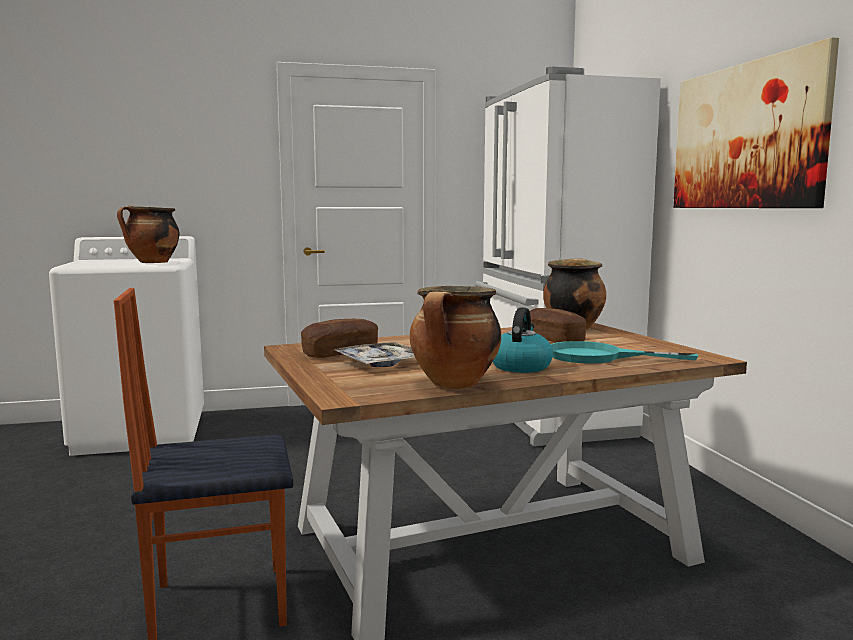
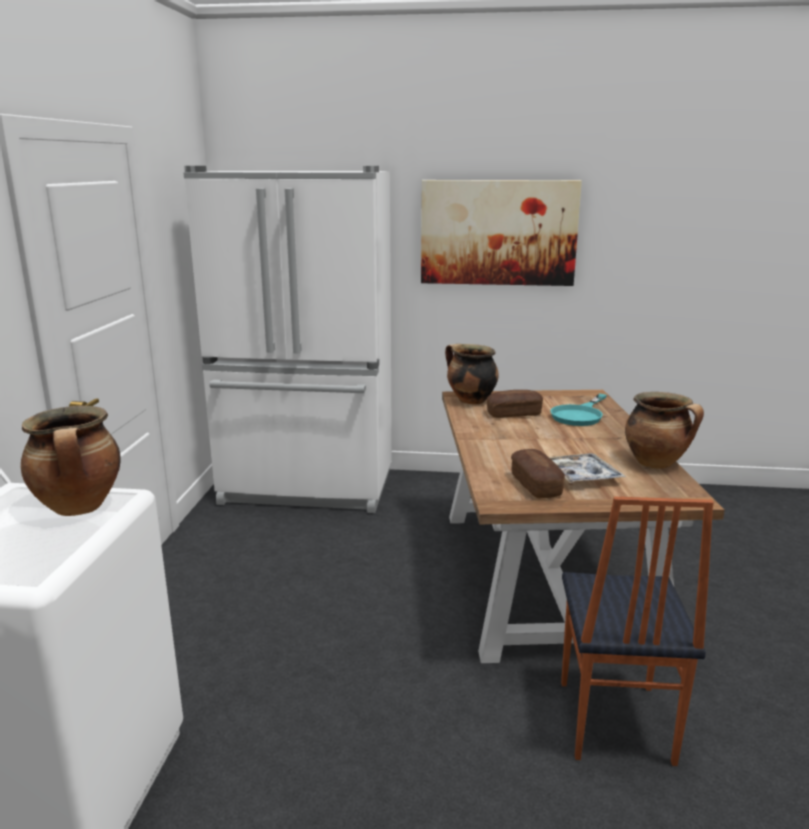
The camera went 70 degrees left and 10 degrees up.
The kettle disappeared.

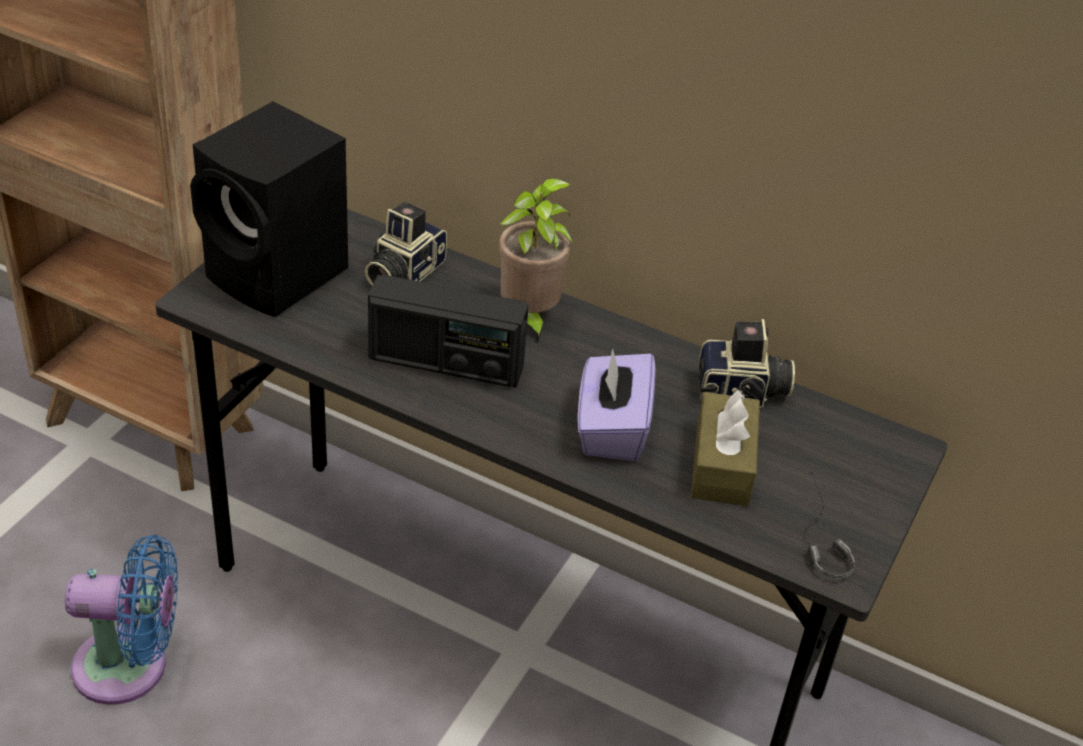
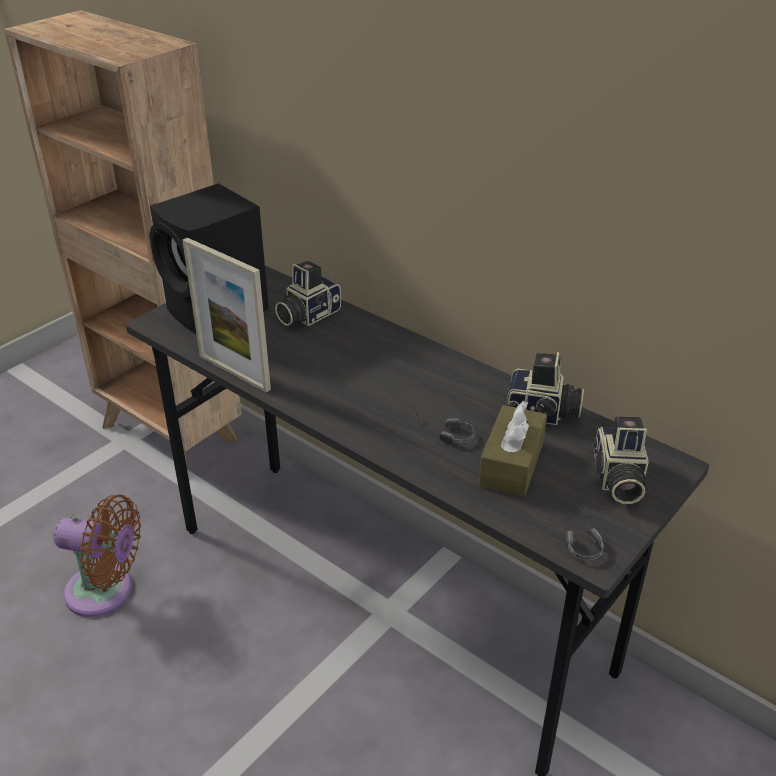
The camera went 15 degrees right and 5 degrees down.
The radio disappeared.
The potted_plant disappeared.
The picture_frame appeared.
The photo_camera (no. 3 from left) appeared.
The purple_tissue_box was replaced by the headphones (no. 1 from left).
The blue_fan became the brown_fan.

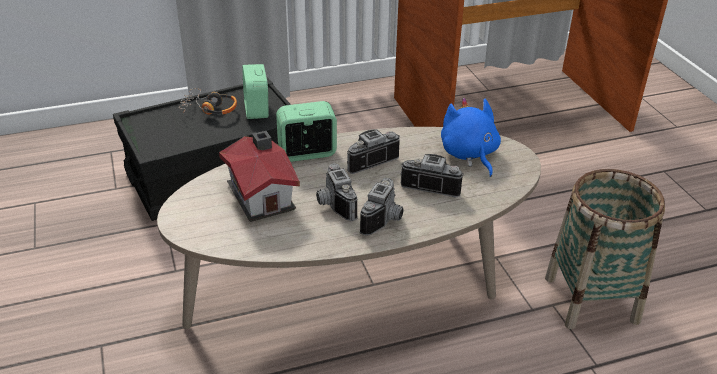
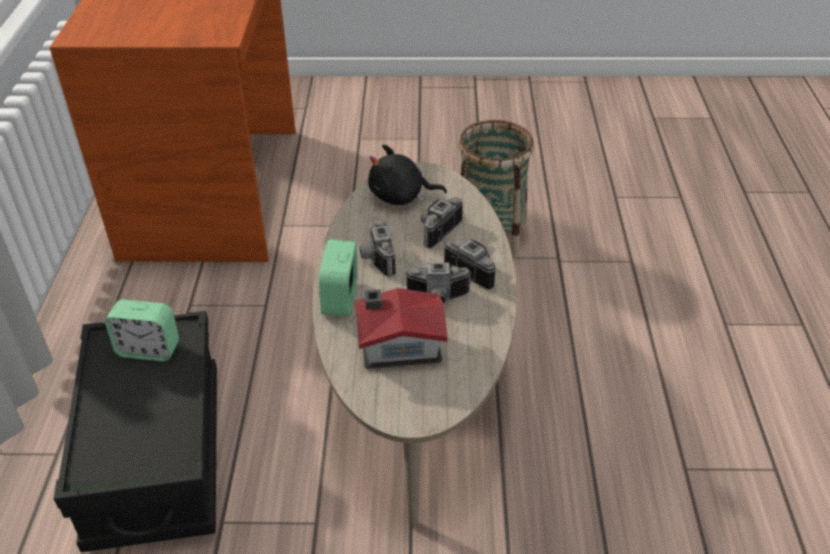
The camera went 70 degrees left and 5 degrees up.
The headphones disappeared.
The blue_plush_toy became the black_plush_toy.

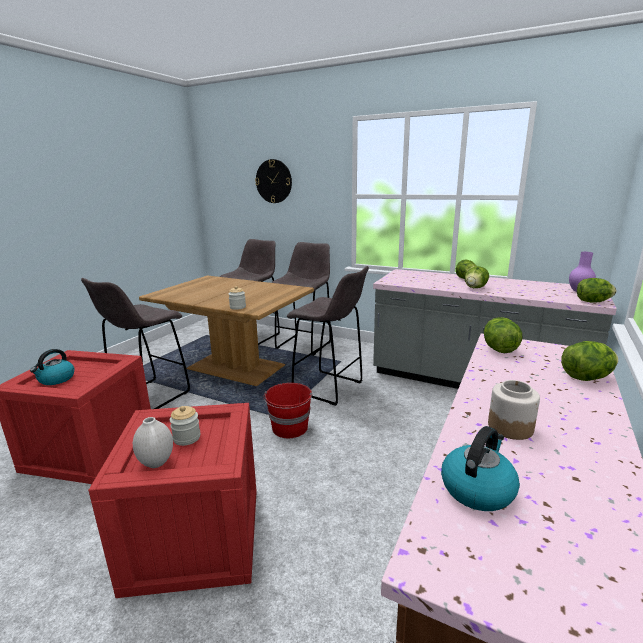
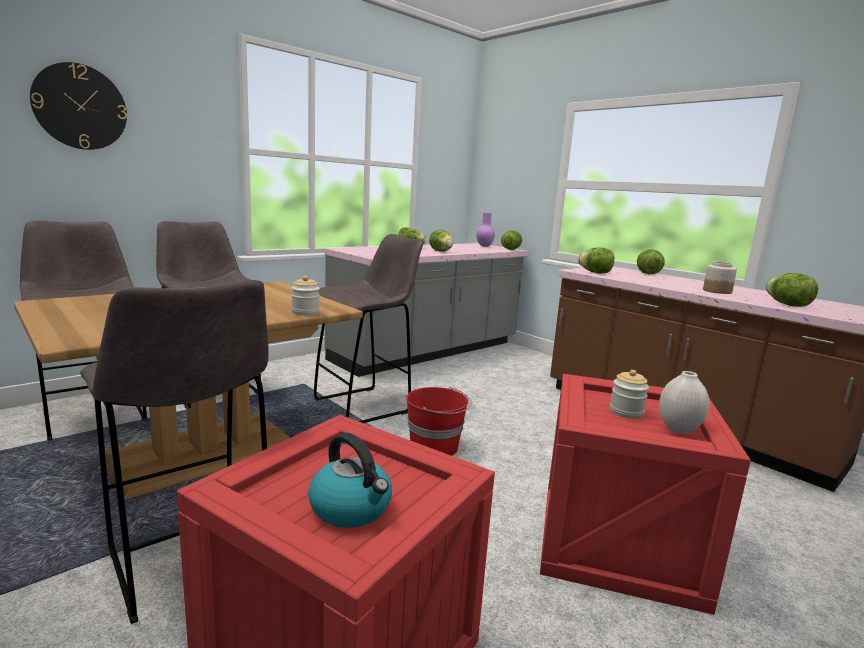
The camera went 70 degrees left and 5 degrees down.
The kettle (no. 2 from left) was replaced by the lettuce (no. 6 from left).

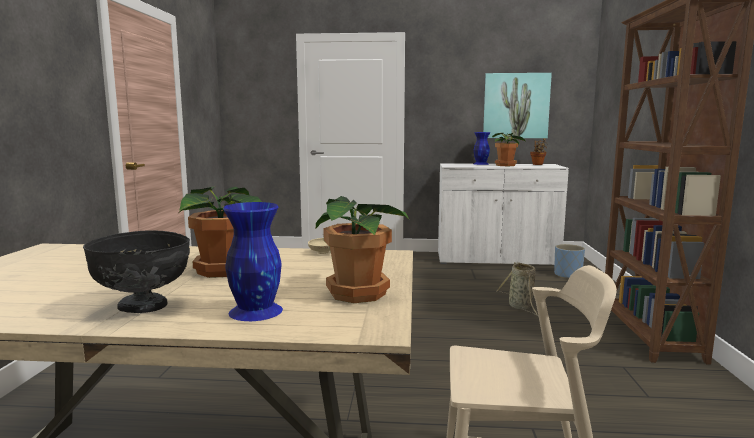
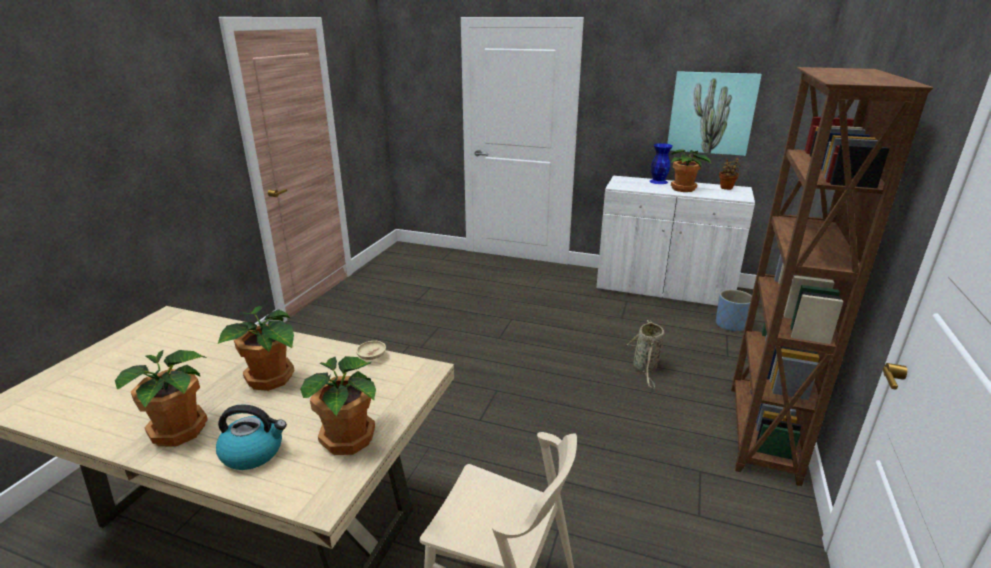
The camera went 15 degrees right and 15 degrees up.
The black_bowl was replaced by the potted_plant (no. 1 from left).
The blue_vase (no. 1 from left) was replaced by the kettle.

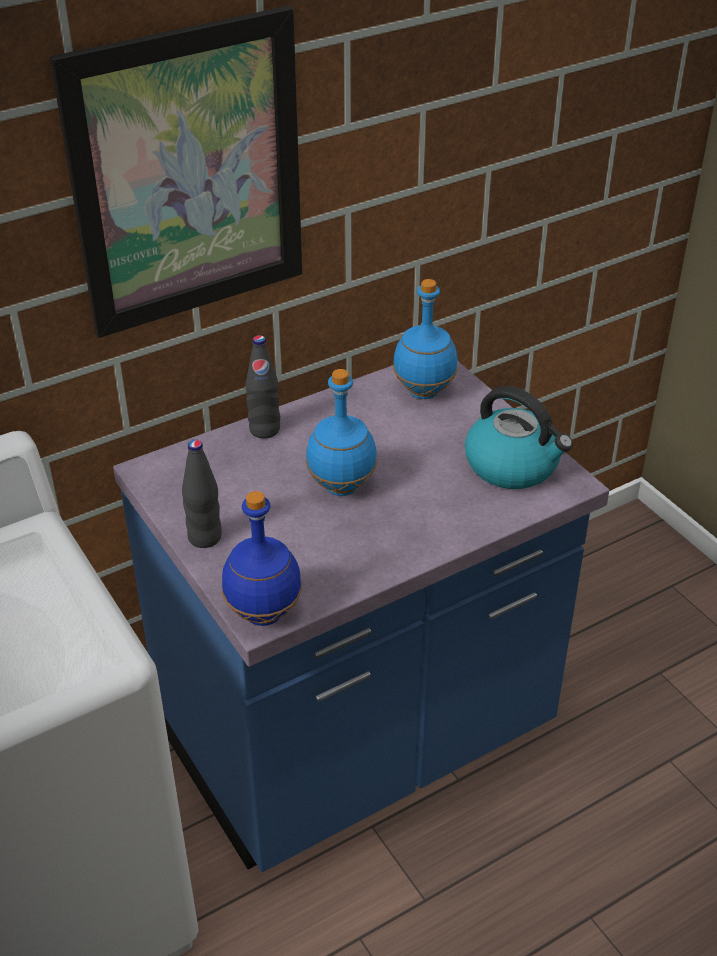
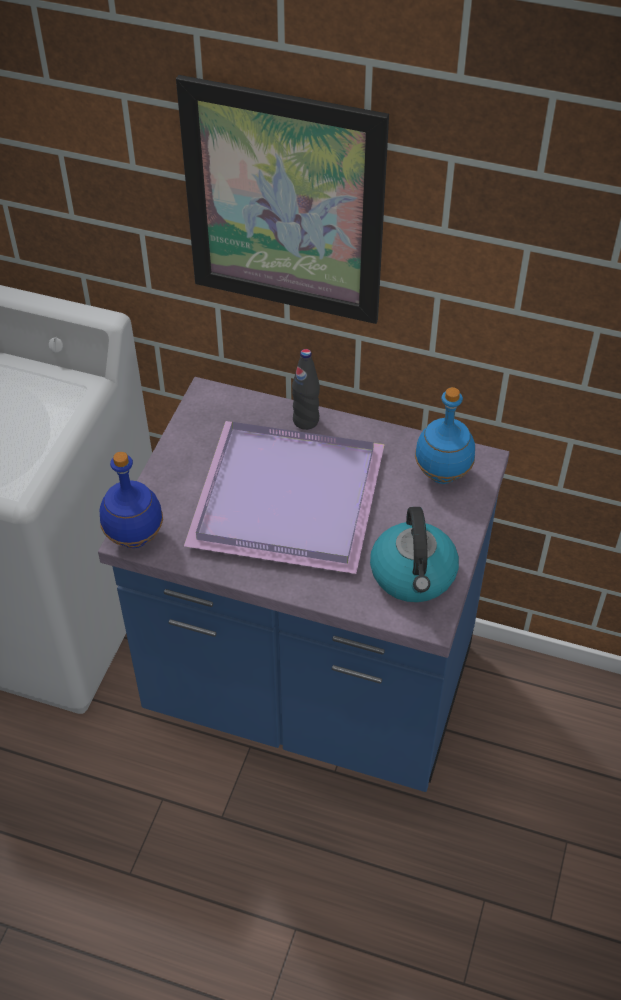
The camera went 50 degrees right and 10 degrees up.
The black_bottle (no. 1 from left) disappeared.
The blue_bottle (no. 2 from left) was replaced by the purple_tray.

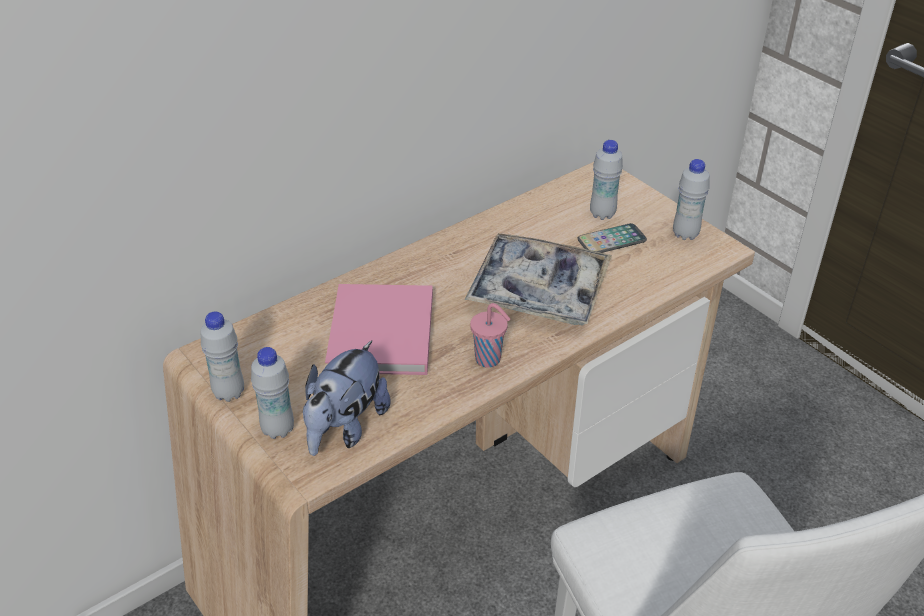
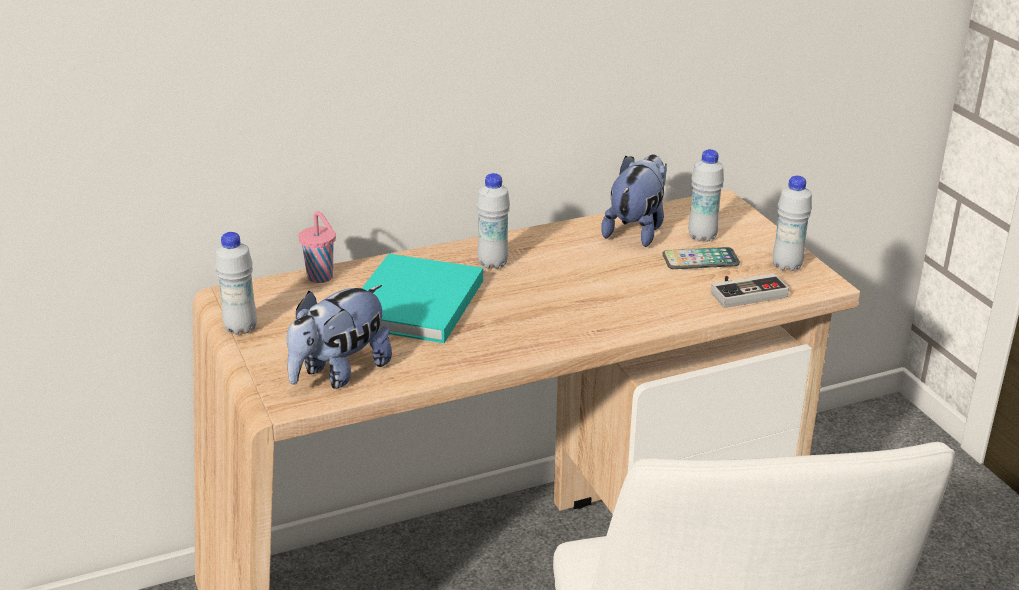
The camera went 15 degrees right and 10 degrees down.
The tray disappeared.
The plush_toy (no. 2 from left) appeared.
The game_controller appeared.
The white_bottle (no. 2 from left) moved.
The pink_cup moved.
The pink_book became the turquoise_book.

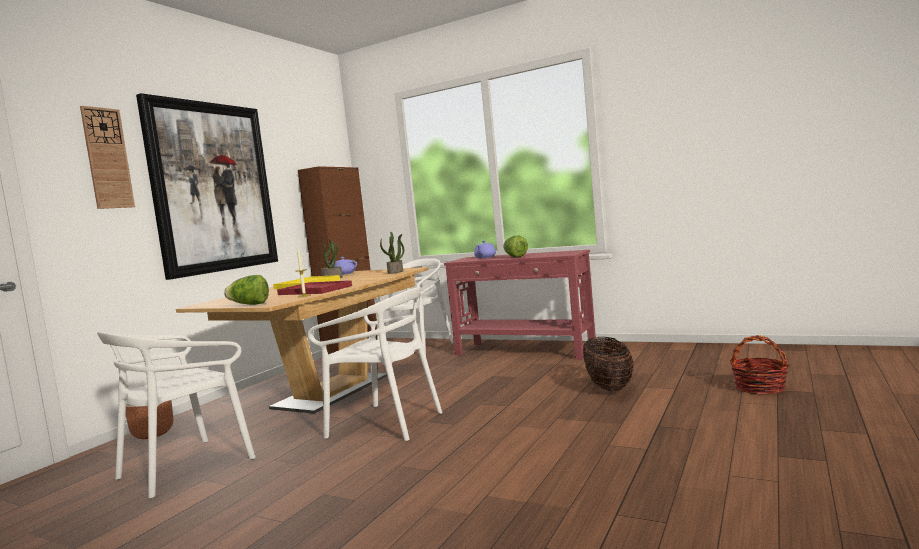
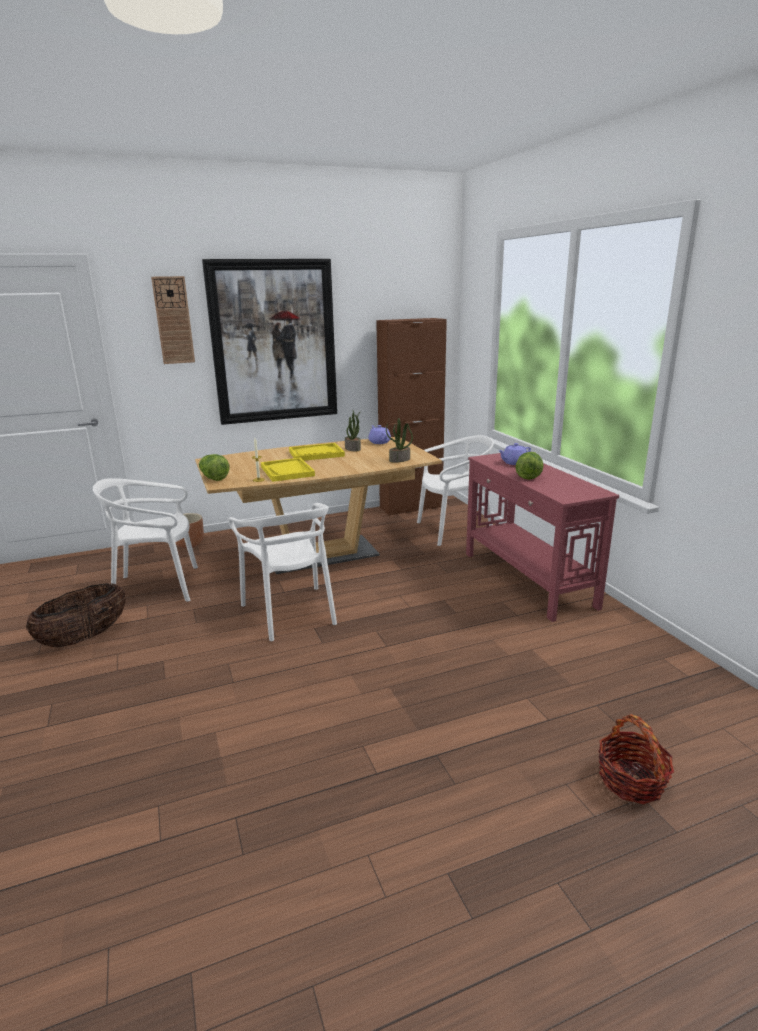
The camera went 40 degrees right and 15 degrees up.
The basket (no. 1 from left) moved.
The red_tray became the yellow_tray (no. 1 from left).

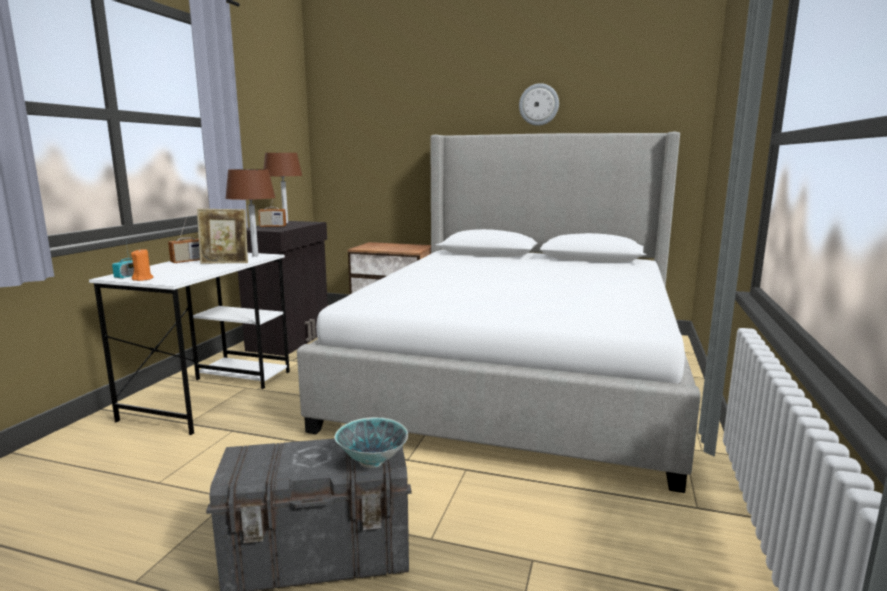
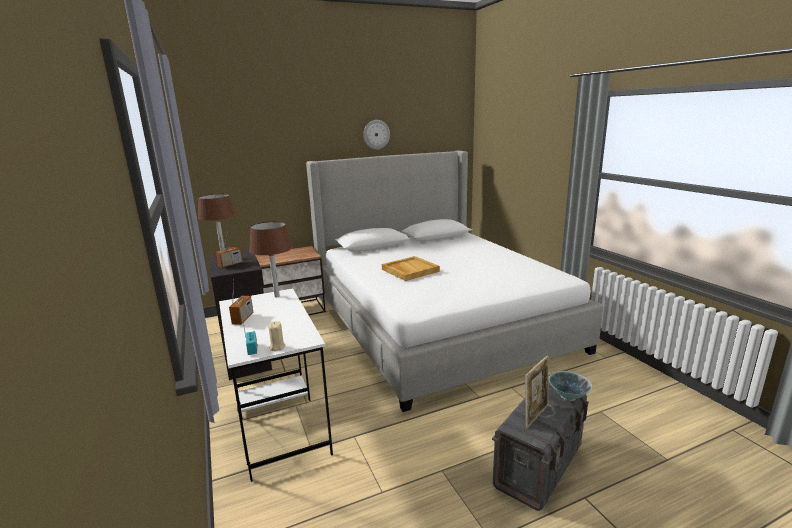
The camera went 40 degrees left and 5 degrees up.
The beige_tray appeared.
The picture_frame moved.
The orange_candle became the beige_candle.

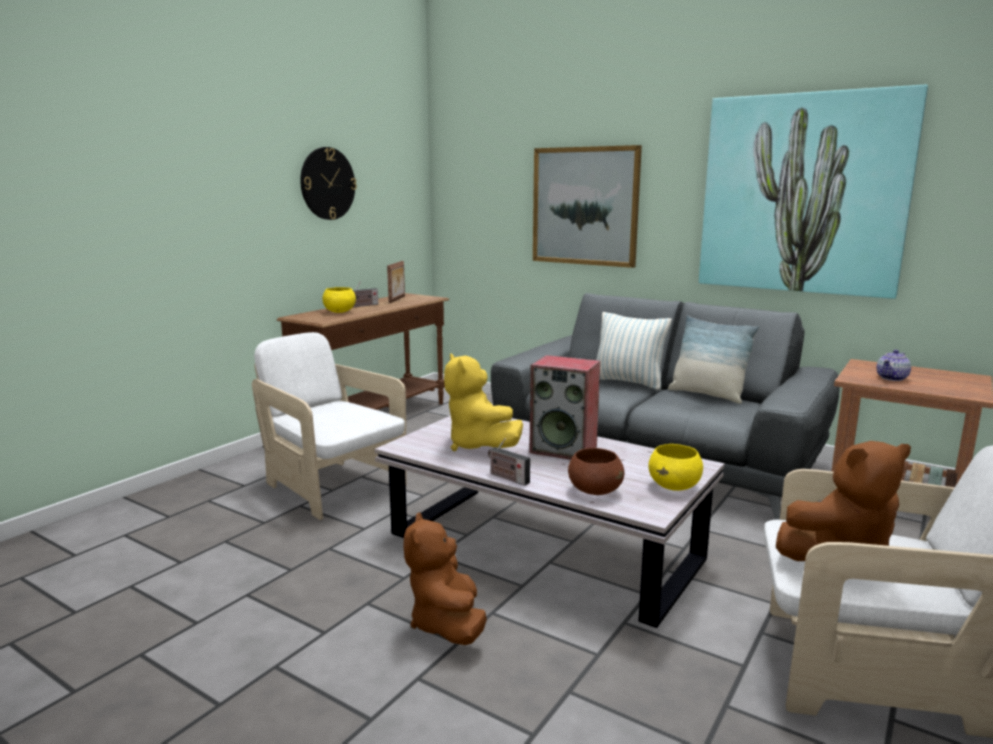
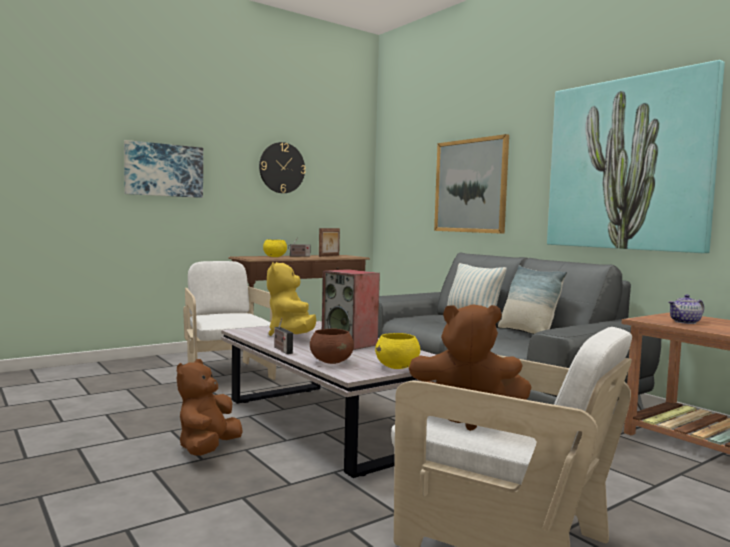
The camera went 20 degrees right and 10 degrees down.
The picture (no. 1 from left) appeared.

